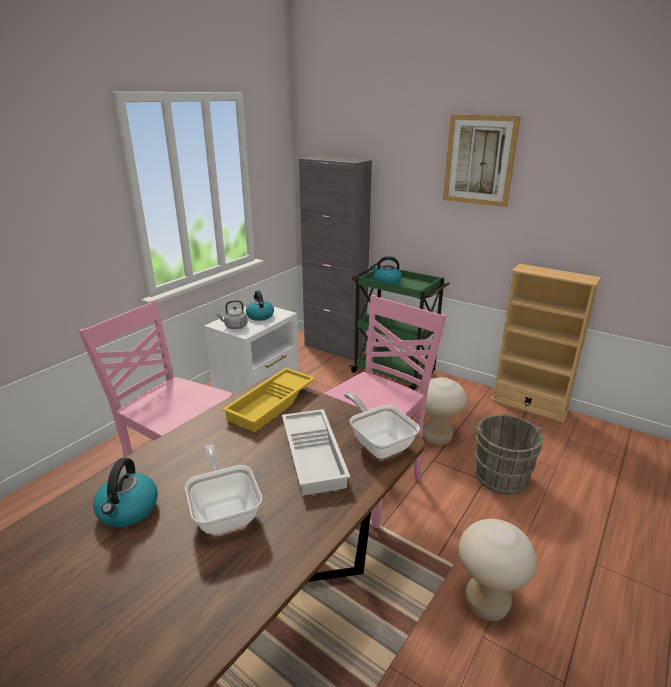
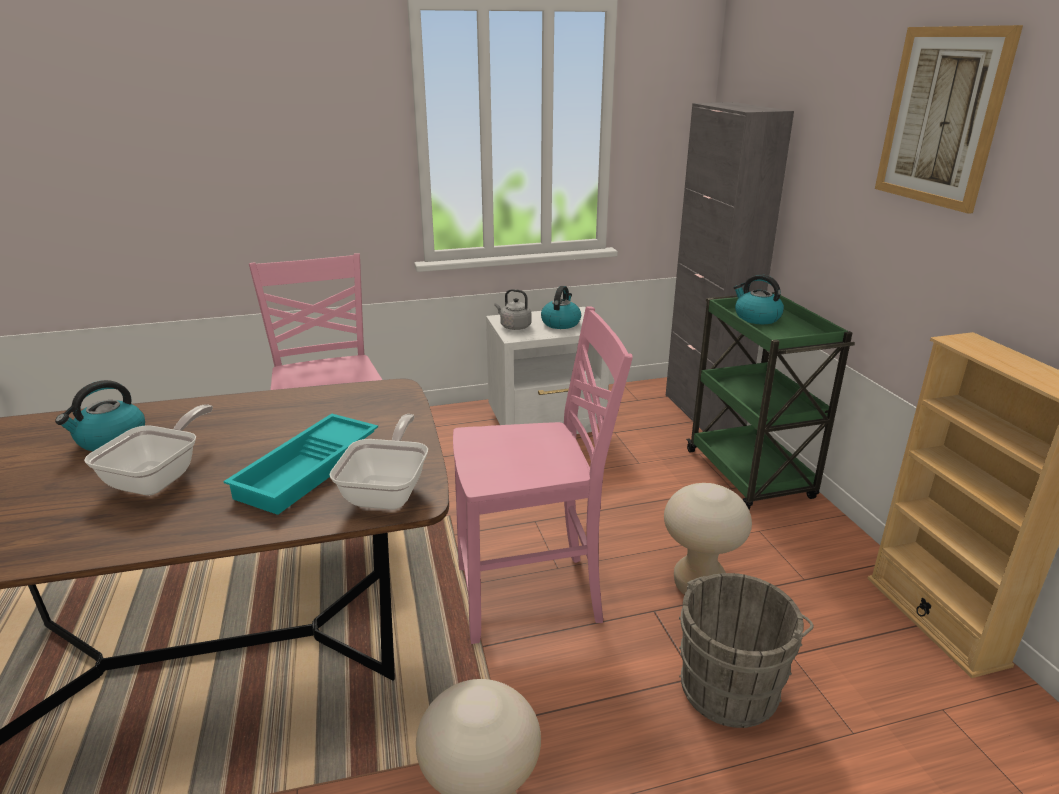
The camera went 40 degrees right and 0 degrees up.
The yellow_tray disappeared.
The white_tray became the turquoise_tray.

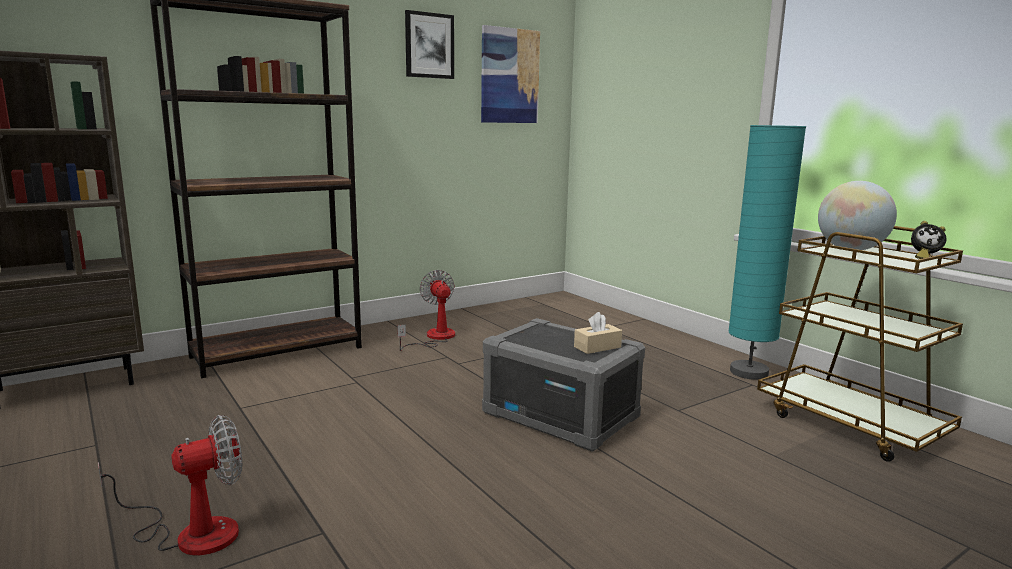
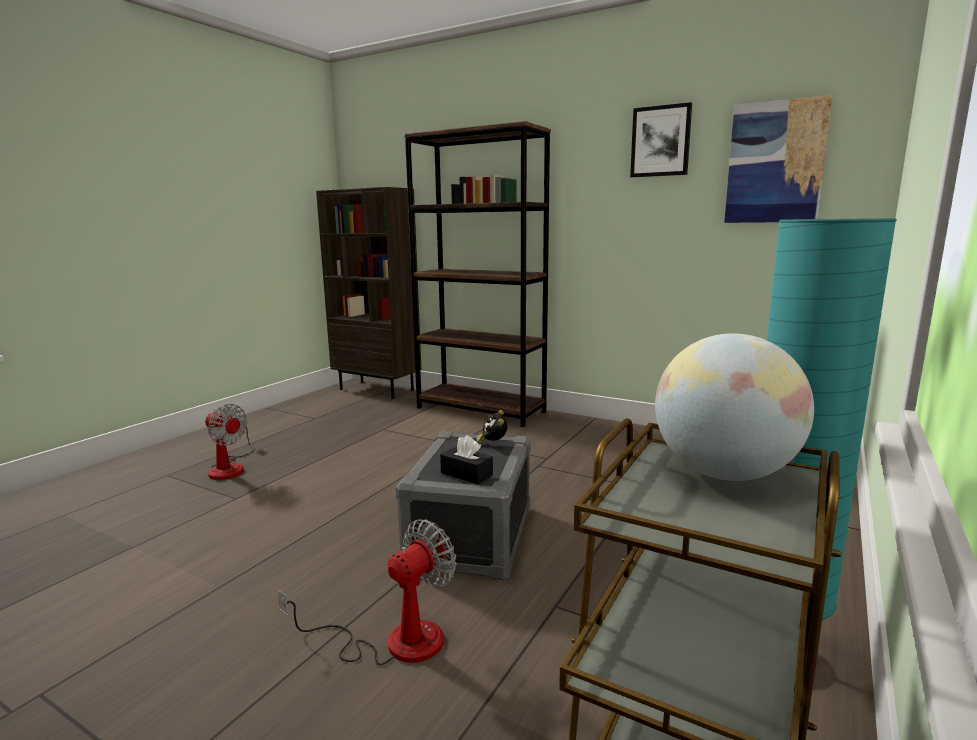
The camera went 65 degrees right and 0 degrees up.
The fan (no. 2 from left) moved.
The alarm_clock moved.
The beige_tissue_box became the black_tissue_box.

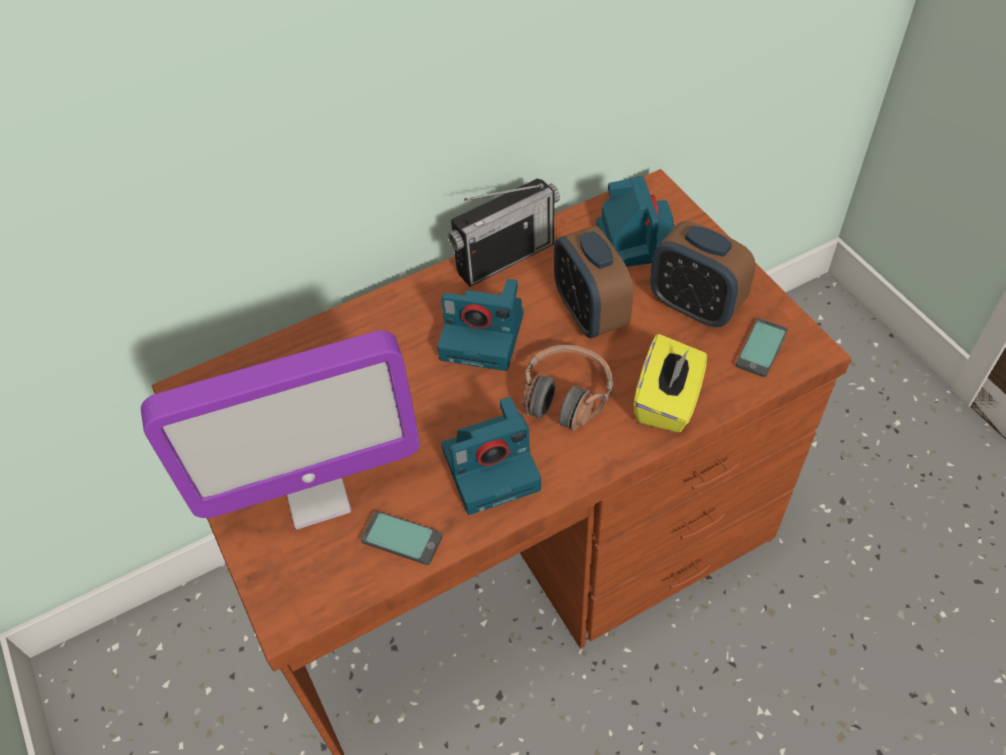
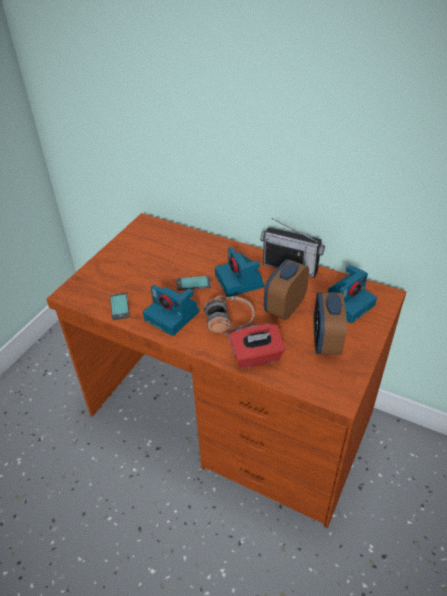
The camera went 55 degrees right and 10 degrees down.
The monitor disappeared.
The phone (no. 2 from left) moved.
The yellow_tissue_box became the red_tissue_box.

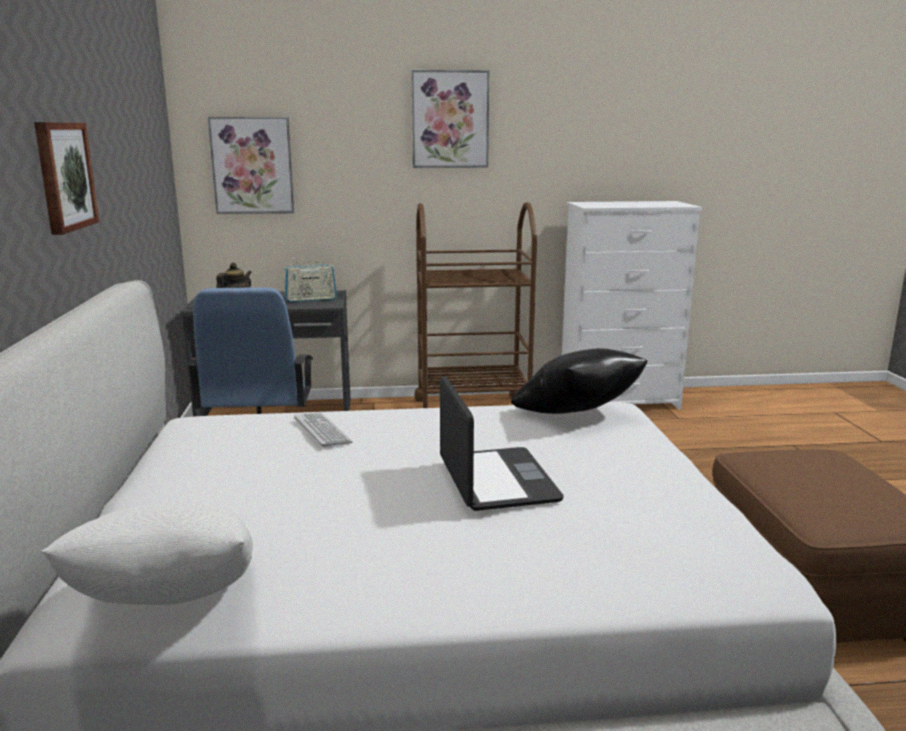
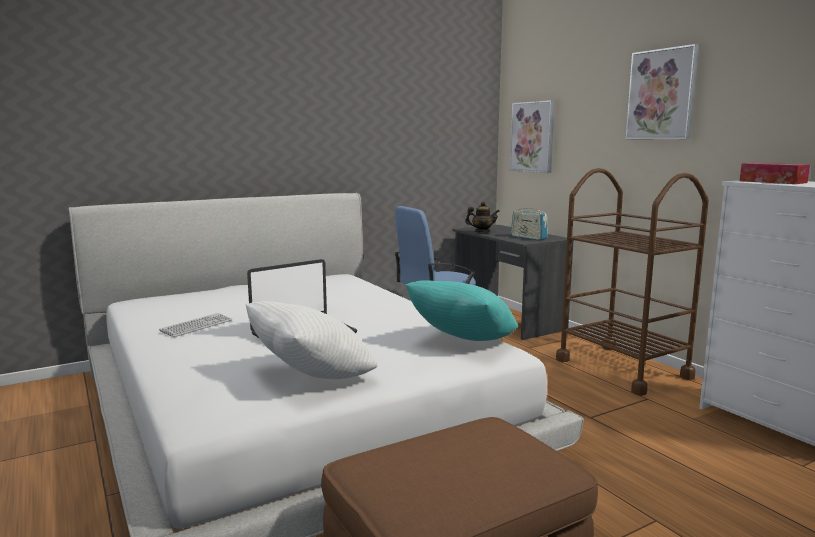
The camera went 65 degrees right and 5 degrees down.
The picture (no. 1 from left) disappeared.
The tissue_box appeared.
The white_pillow moved.
The keyboard moved.
The black_pillow became the turquoise_pillow.

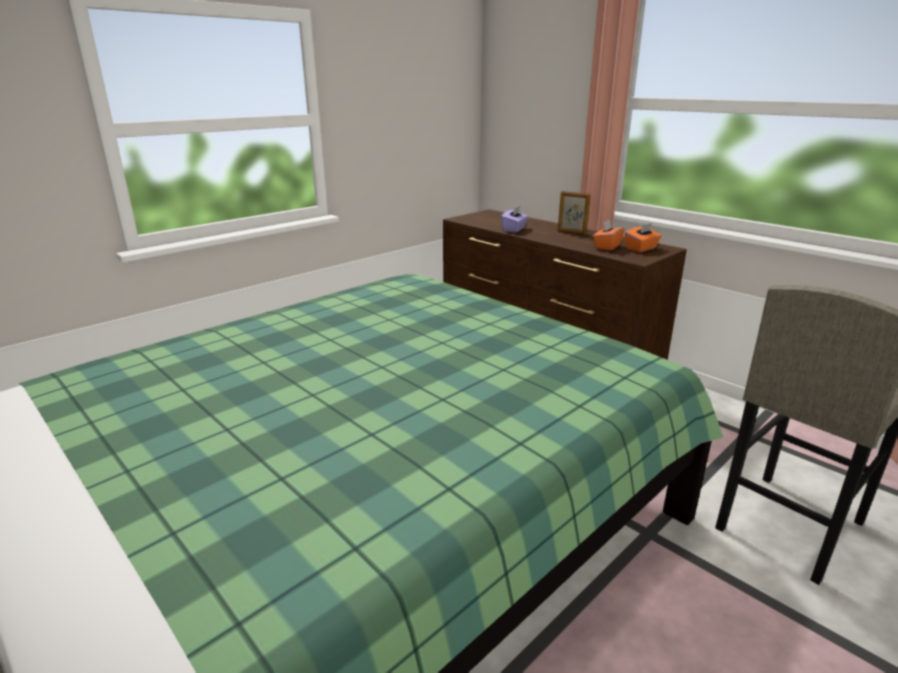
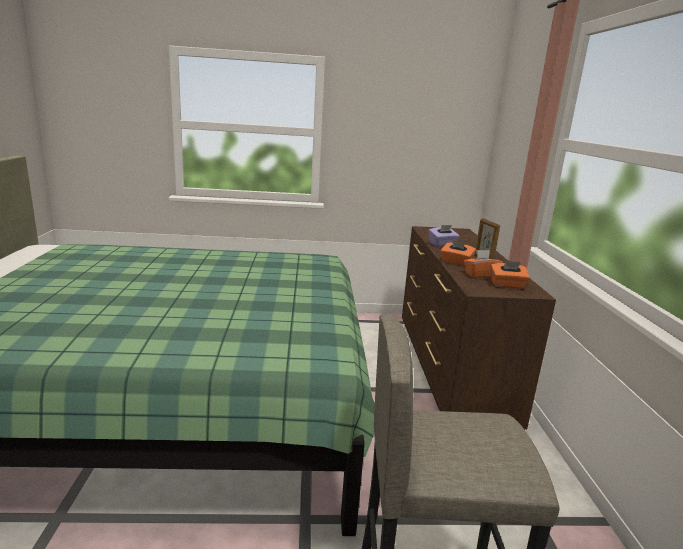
The camera went 40 degrees right and 5 degrees down.
The orange_tissue_box (no. 1 from left) appeared.

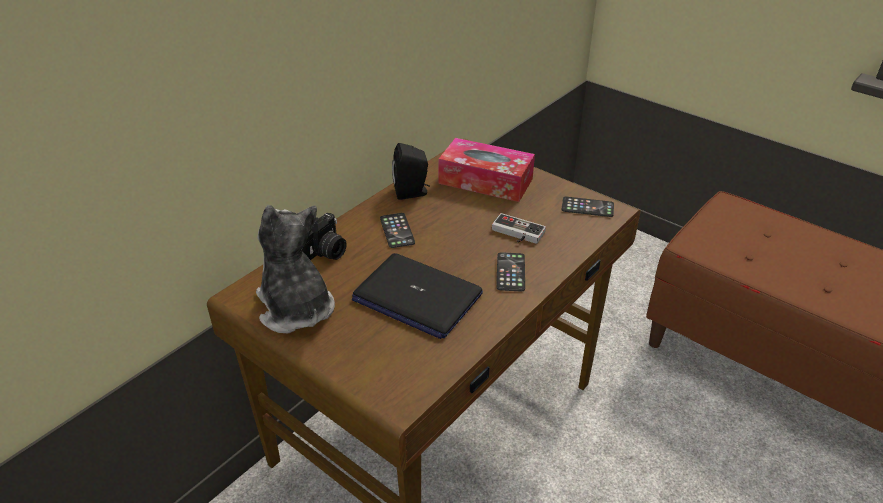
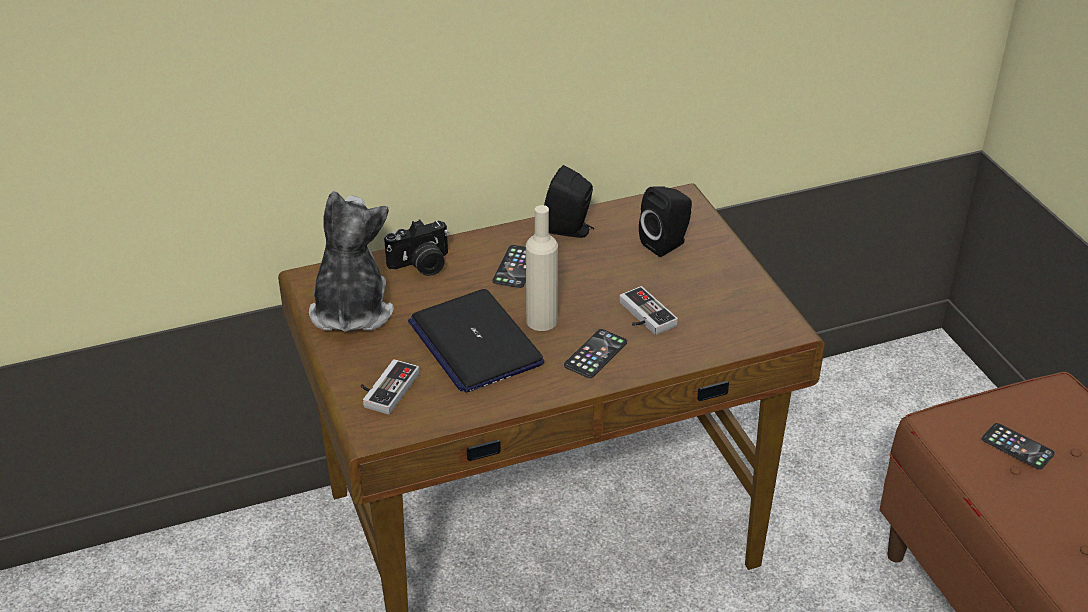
The camera went 30 degrees right and 0 degrees up.
The game_controller (no. 1 from left) appeared.
The beige_bottle appeared.
The phone (no. 3 from left) moved.
The tissue_box was replaced by the black_speaker (no. 2 from left).

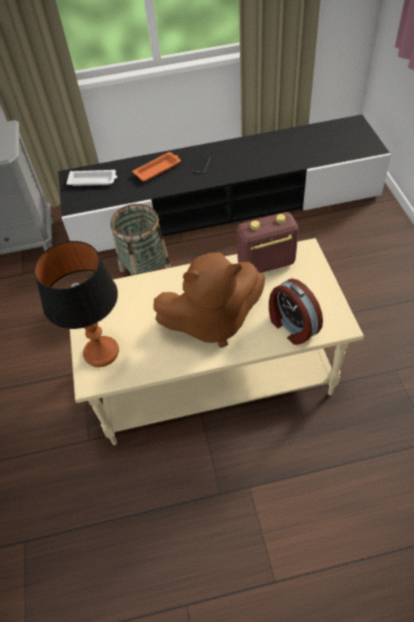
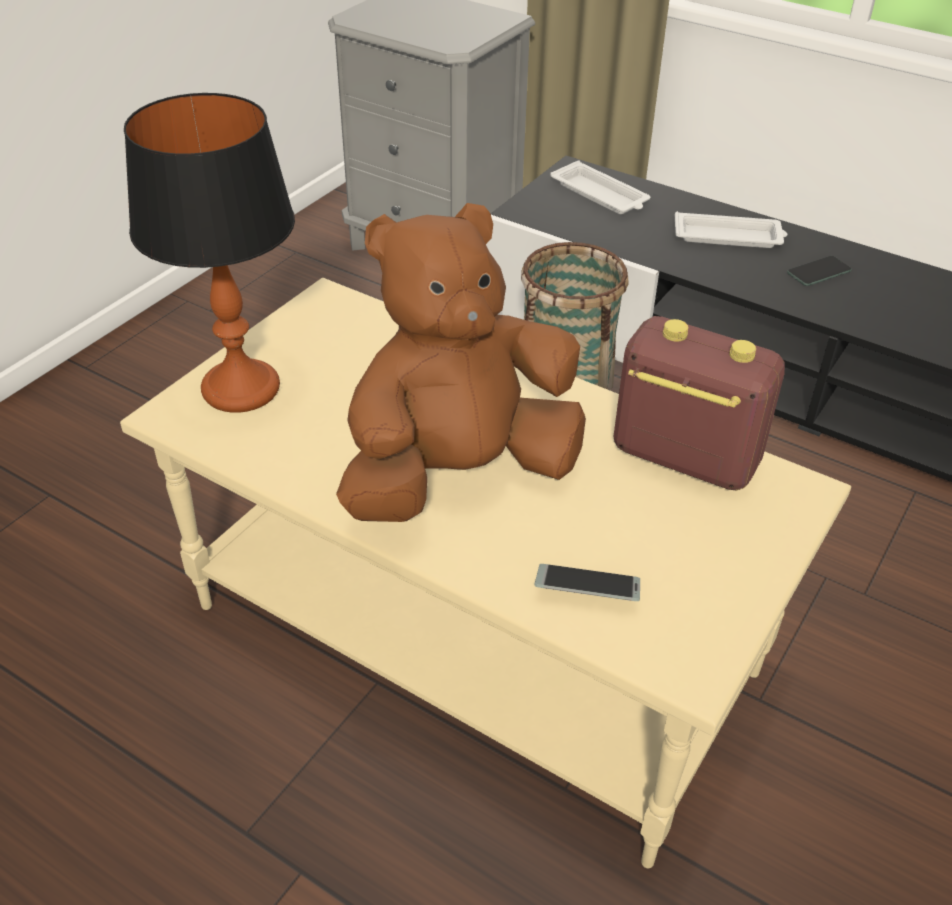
The camera went 40 degrees right and 10 degrees down.
The alarm_clock was replaced by the phone (no. 1 from left).
The orange_tray became the white_tray (no. 2 from left).
The brown_plush_toy turned 120 degrees clockwise.

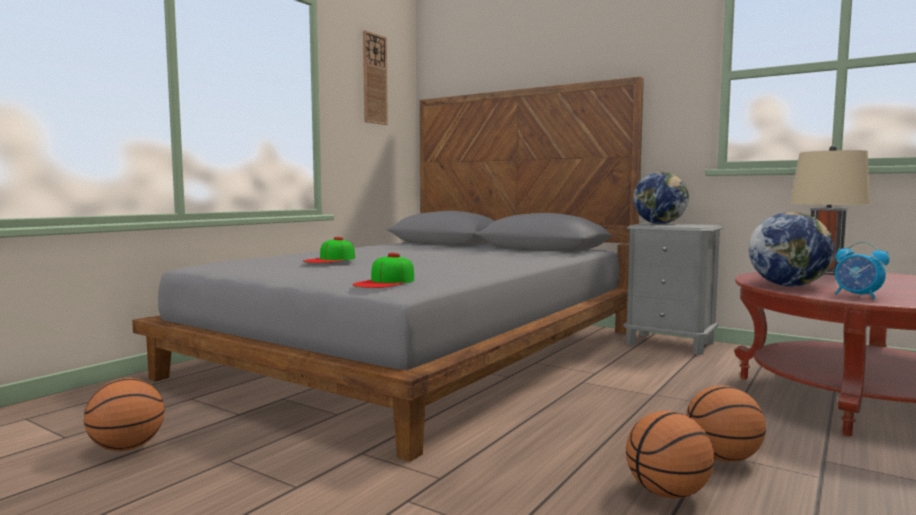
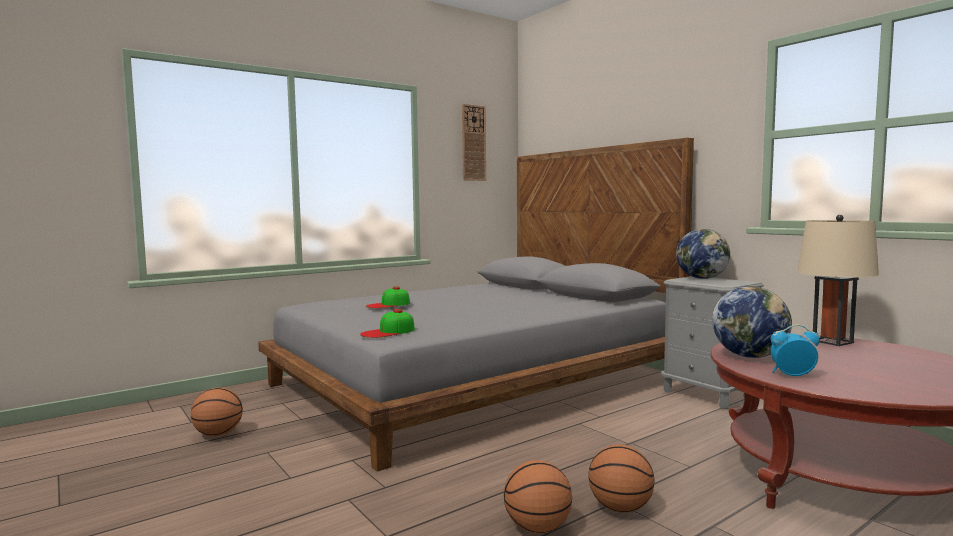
The camera went 20 degrees right and 0 degrees up.
The alarm_clock turned 120 degrees clockwise.

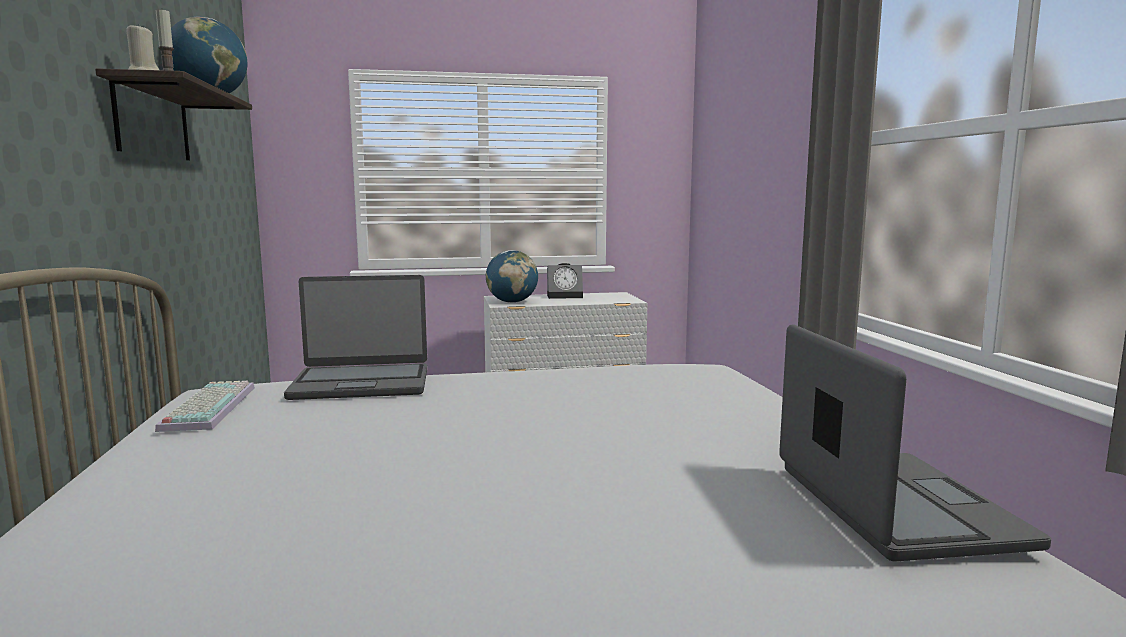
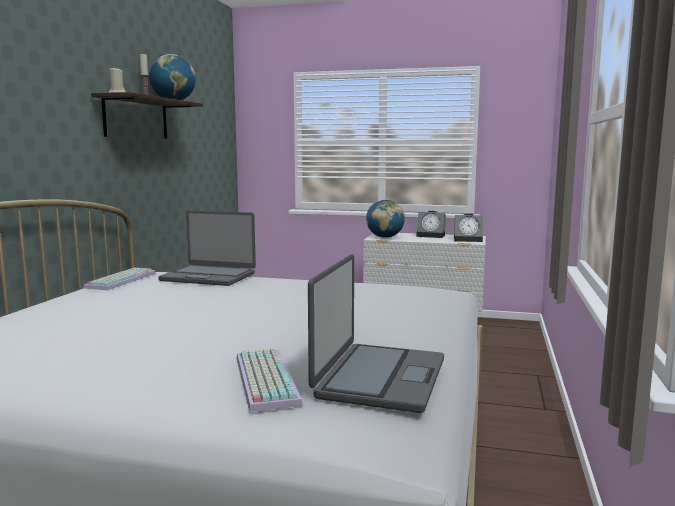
The camera went 25 degrees right and 0 degrees up.
The keyboard (no. 2 from left) appeared.
The alarm_clock (no. 2 from left) appeared.

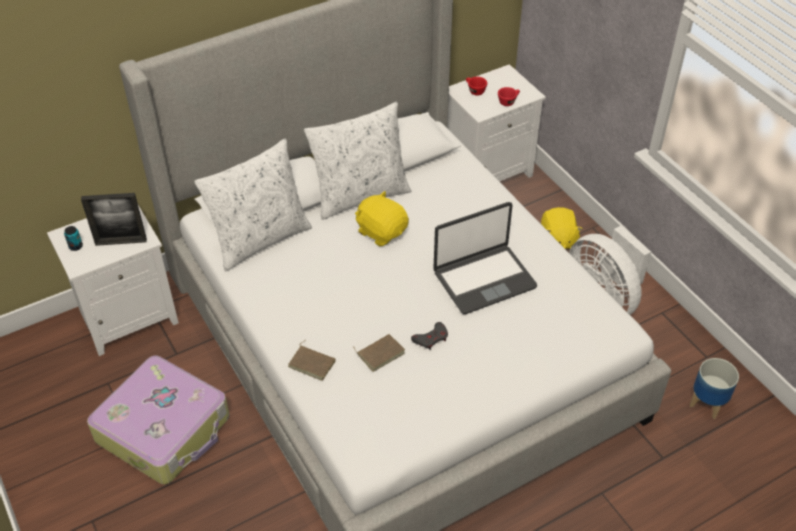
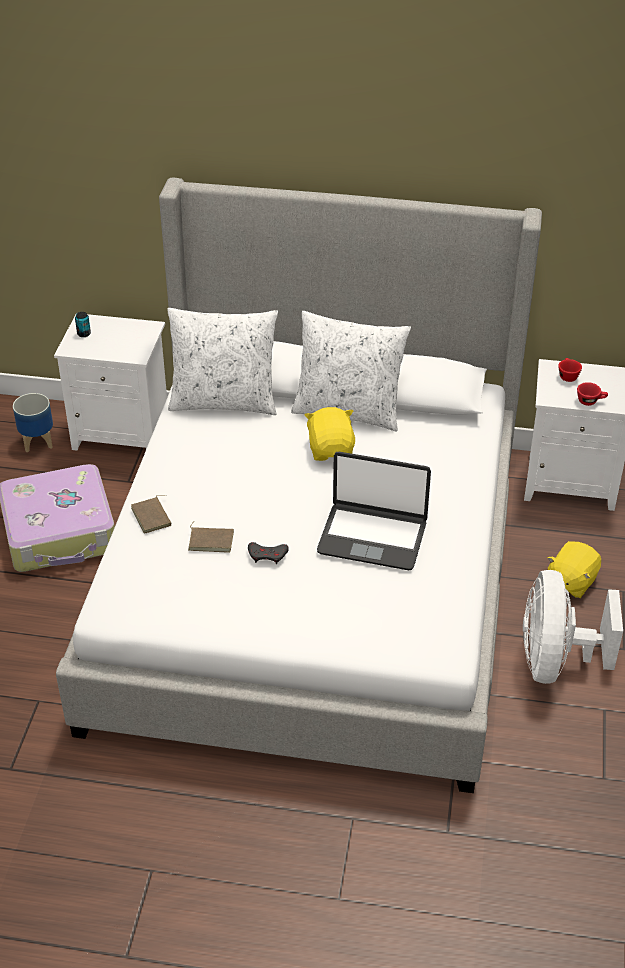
The camera went 40 degrees right and 5 degrees down.
The picture_frame disappeared.
The planter moved.

